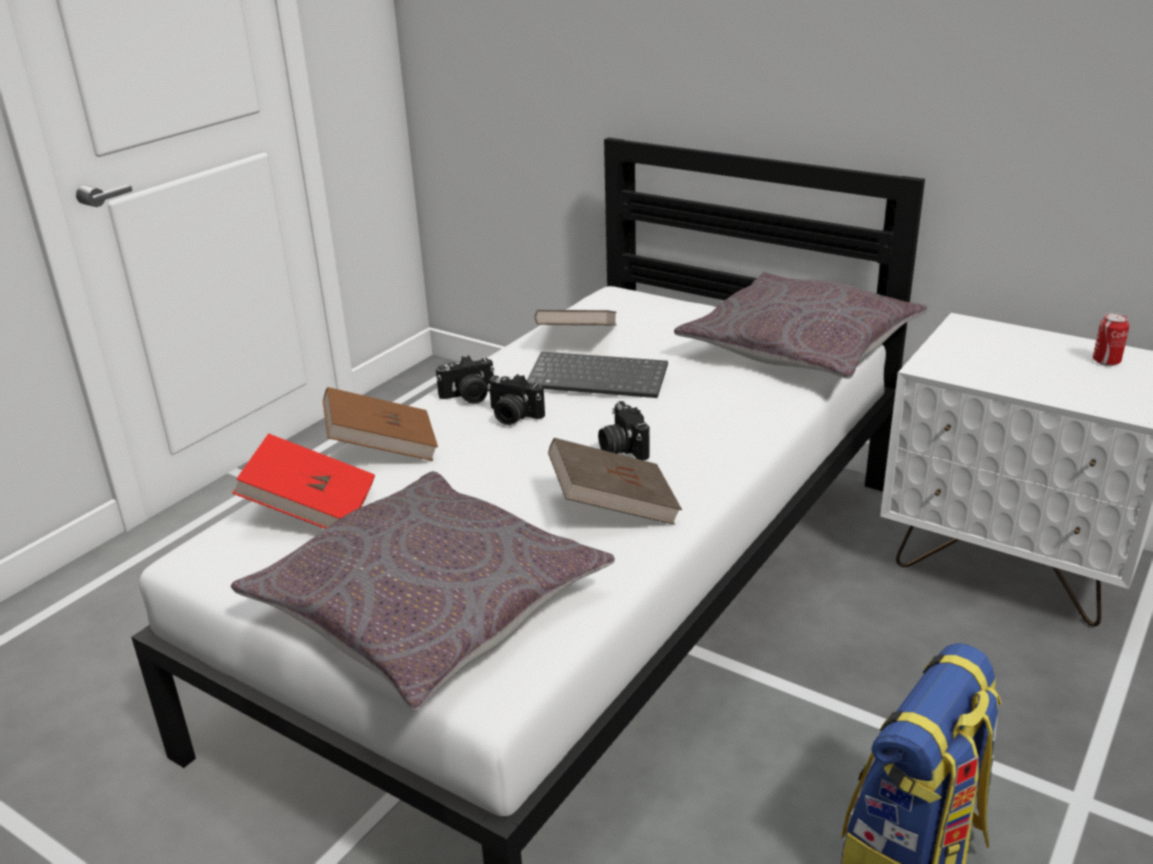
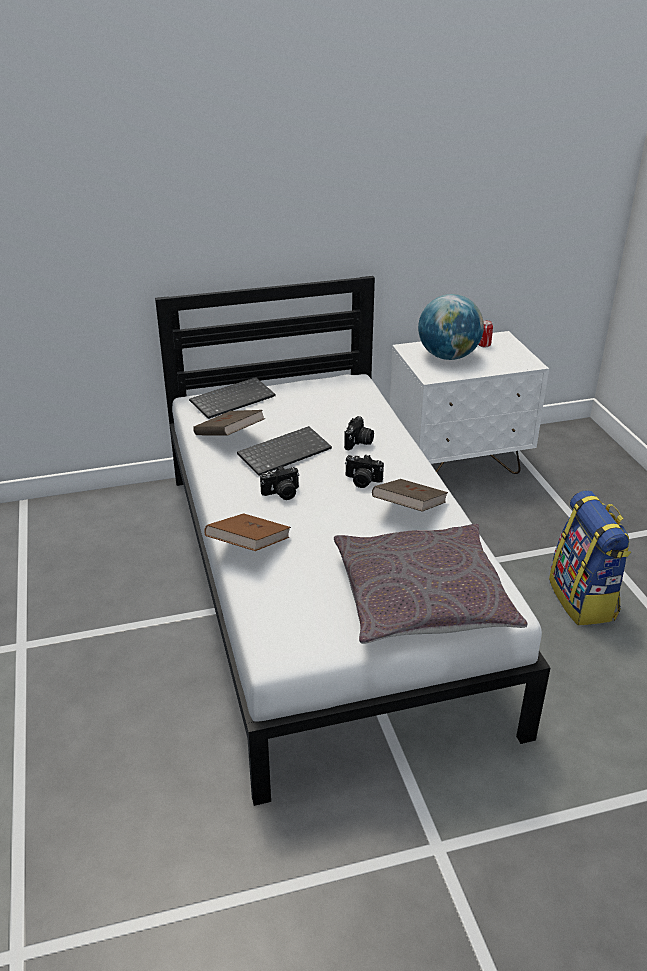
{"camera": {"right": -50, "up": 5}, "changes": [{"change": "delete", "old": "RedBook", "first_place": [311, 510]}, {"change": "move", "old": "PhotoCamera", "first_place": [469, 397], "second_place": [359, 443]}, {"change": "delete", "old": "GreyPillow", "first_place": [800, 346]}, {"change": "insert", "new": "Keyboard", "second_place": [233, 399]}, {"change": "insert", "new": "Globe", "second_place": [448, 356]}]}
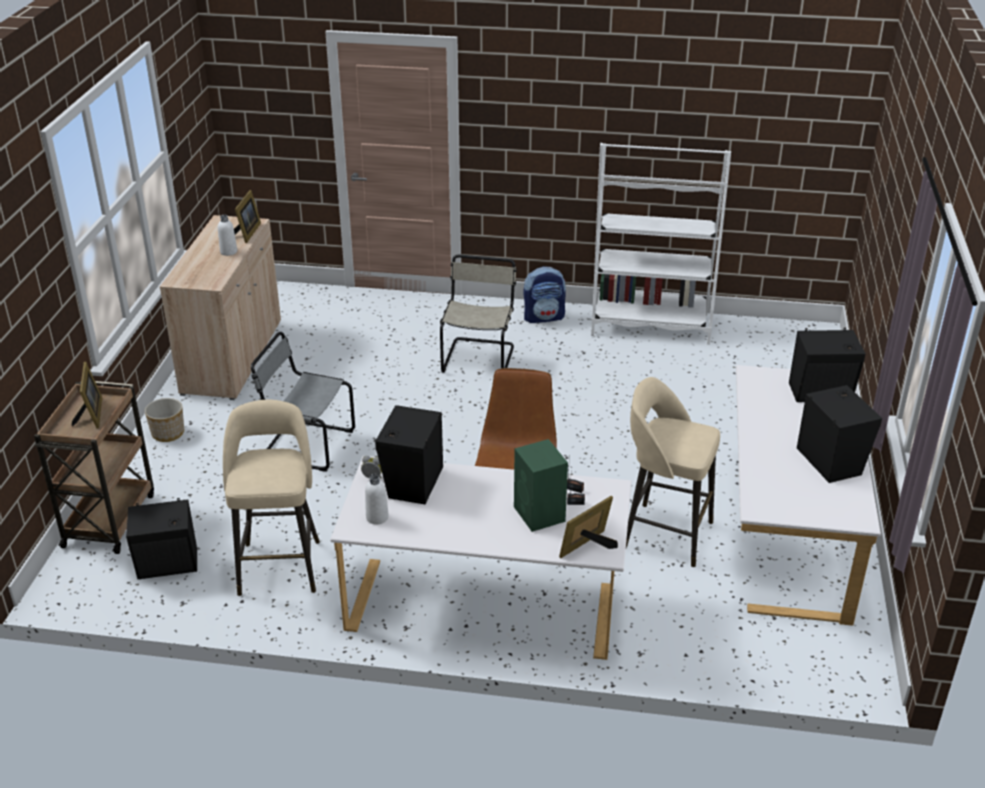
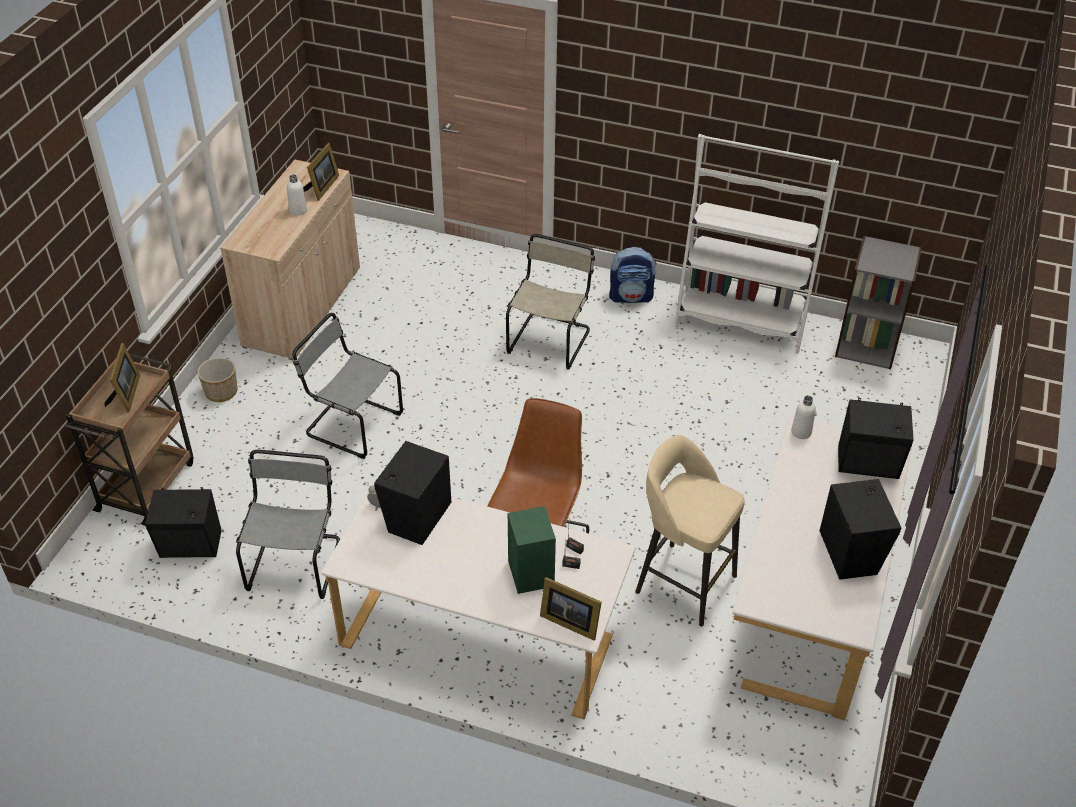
{"camera": {"right": 10, "up": 10}, "changes": [{"change": "replace", "old": "BeigeStool", "new": "GreyChair", "first_place": [280, 565], "second_place": [295, 562]}, {"change": "move", "old": "WhiteBottle", "first_place": [377, 517], "second_place": [801, 432]}, {"change": "rotate", "old": "PictureFrame", "first_place": [589, 547], "second_place": [569, 621], "degrees": -120}, {"change": "insert", "new": "GreyBookcase", "second_place": [867, 345]}]}
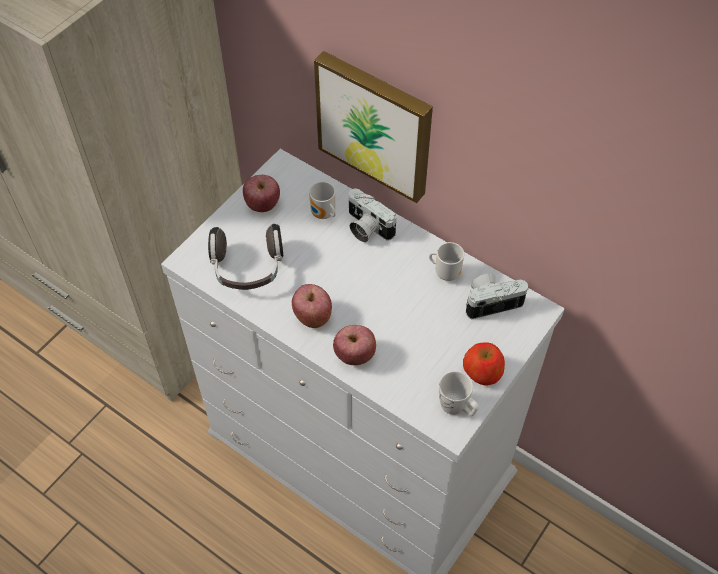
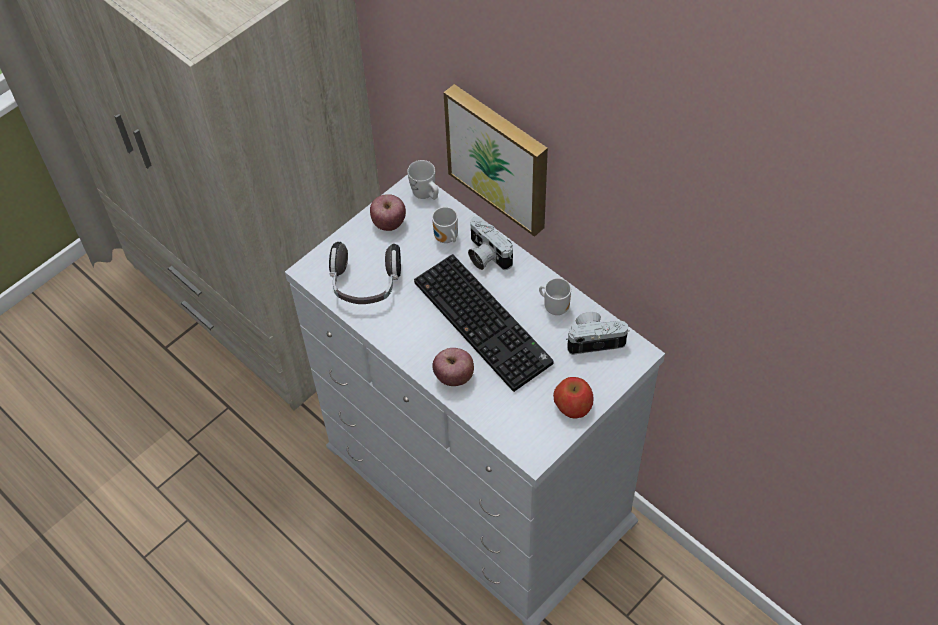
{"camera": {"right": 10, "up": 0}, "changes": [{"change": "delete", "old": "Apple", "first_place": [312, 316]}, {"change": "move", "old": "WhiteMug", "first_place": [457, 407], "second_place": [426, 194]}, {"change": "insert", "new": "Keyboard", "second_place": [485, 322]}]}
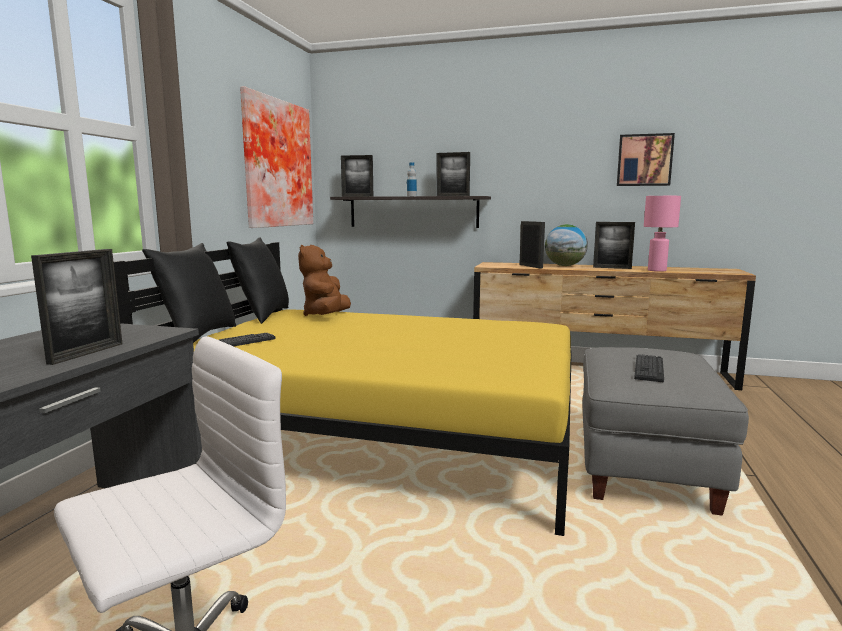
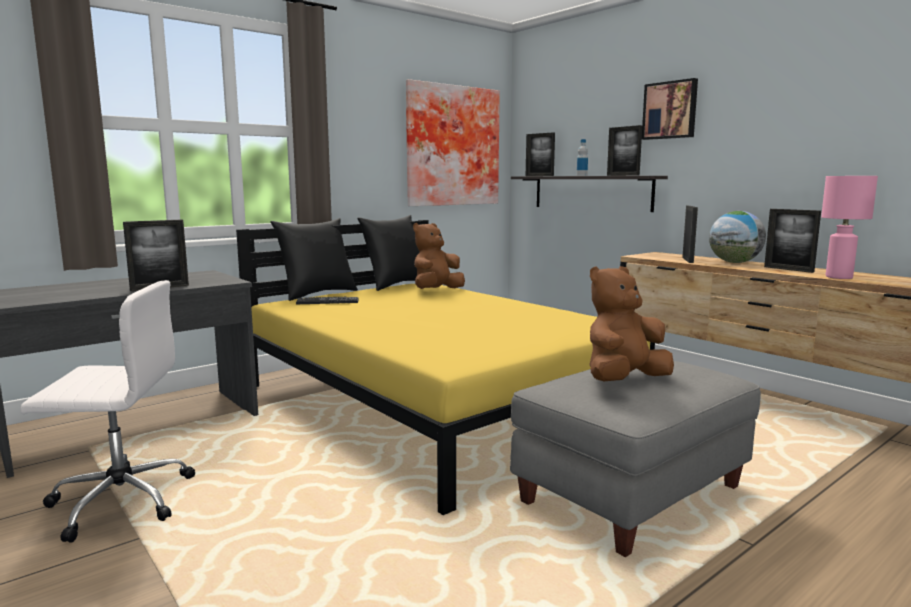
{"camera": {"right": 35, "up": 0}, "changes": [{"change": "move", "old": "Picture", "first_place": [644, 160], "second_place": [670, 110]}, {"change": "replace", "old": "Keyboard", "new": "BrownPlushToy", "first_place": [649, 369], "second_place": [624, 381]}]}
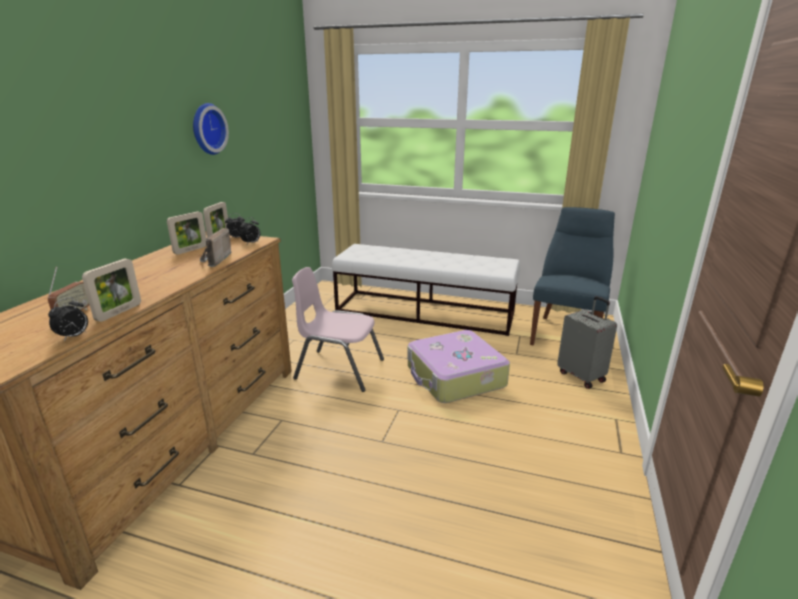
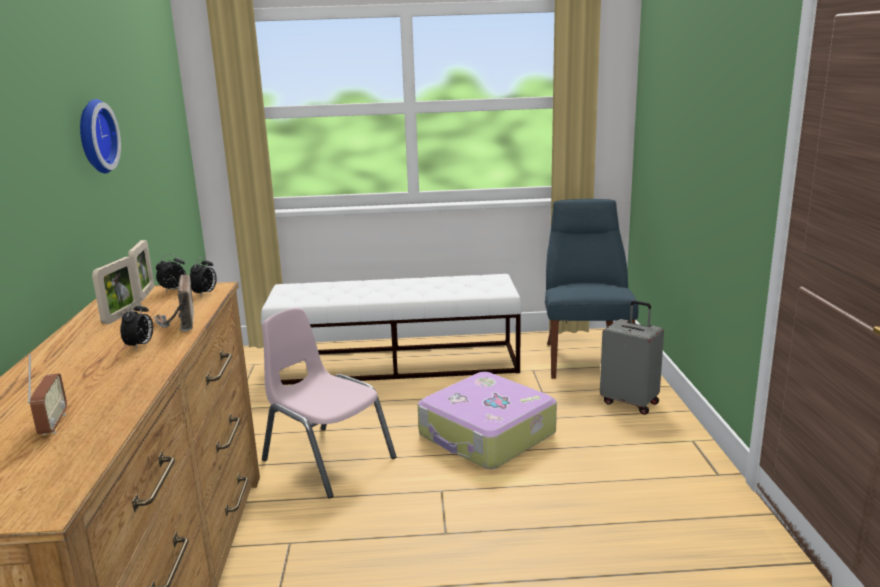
{"camera": {"right": -20, "up": -5}, "changes": [{"change": "move", "old": "AlarmClock", "first_place": [74, 336], "second_place": [140, 346]}, {"change": "delete", "old": "PictureFrame", "first_place": [119, 312]}, {"change": "rotate", "old": "PinkChair", "first_place": [339, 369], "second_place": [327, 459], "degrees": 45}]}
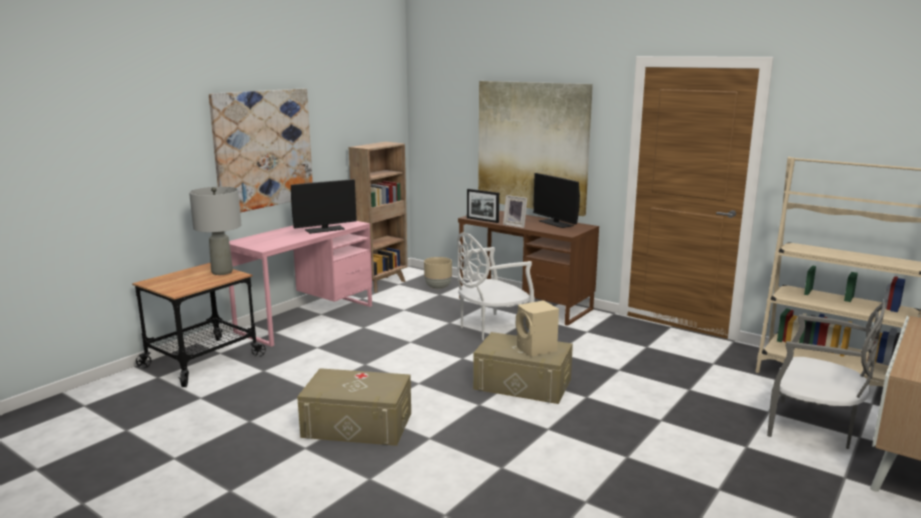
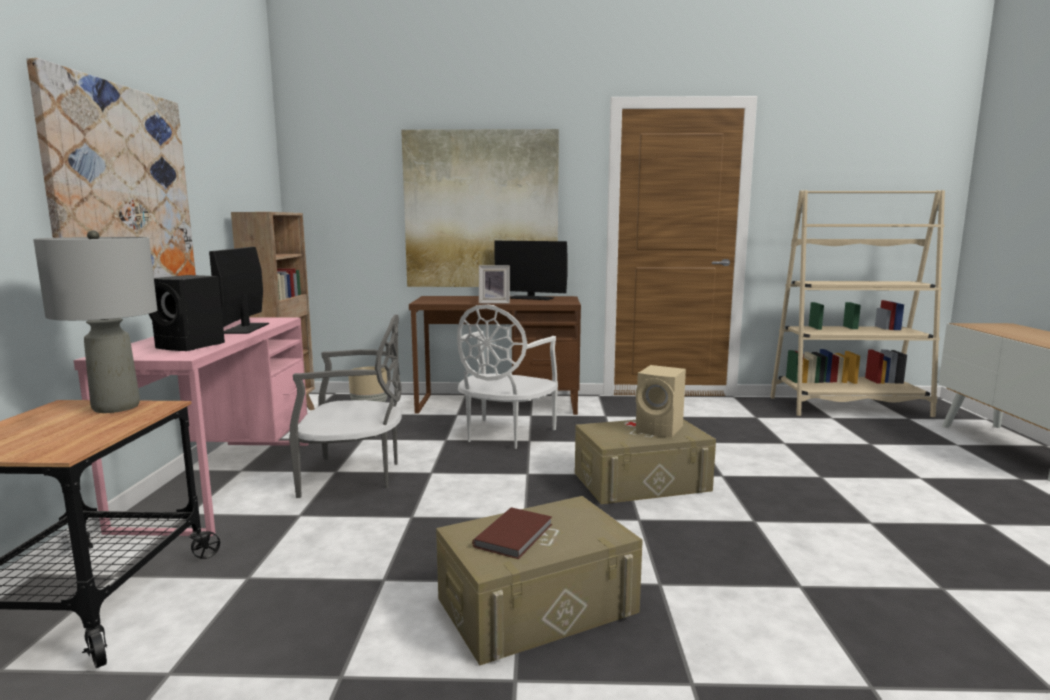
{"camera": {"right": -35, "up": -5}, "changes": [{"change": "rotate", "old": "Monitor", "first_place": [325, 229], "second_place": [245, 328], "degrees": 150}, {"change": "delete", "old": "PictureFrame", "first_place": [482, 220]}, {"change": "move", "old": "GreyChair", "first_place": [813, 427], "second_place": [354, 476]}, {"change": "insert", "new": "BlackSpeaker", "second_place": [191, 346]}, {"change": "insert", "new": "BrownBook", "second_place": [516, 535]}]}
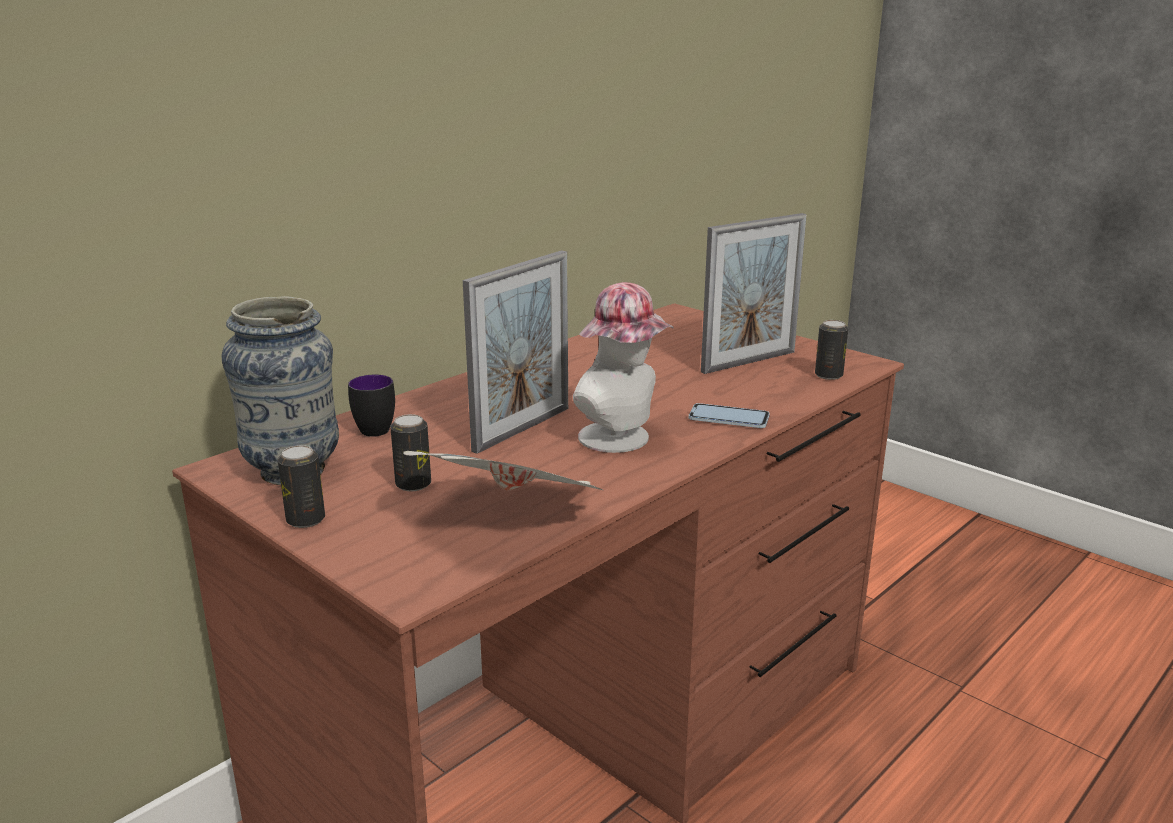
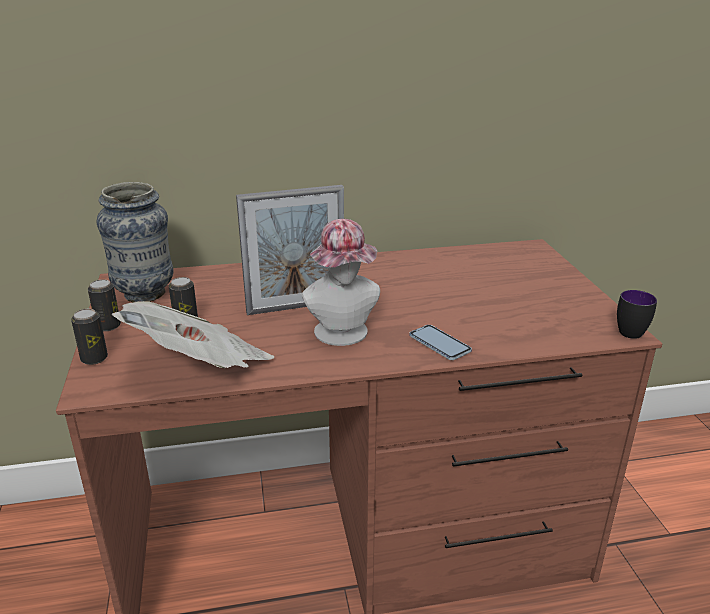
{"camera": {"right": 35, "up": 5}, "changes": [{"change": "move", "old": "Mug", "first_place": [371, 428], "second_place": [627, 330]}, {"change": "delete", "old": "PictureFrame", "first_place": [748, 362]}, {"change": "move", "old": "Can", "first_place": [828, 375], "second_place": [94, 358]}]}
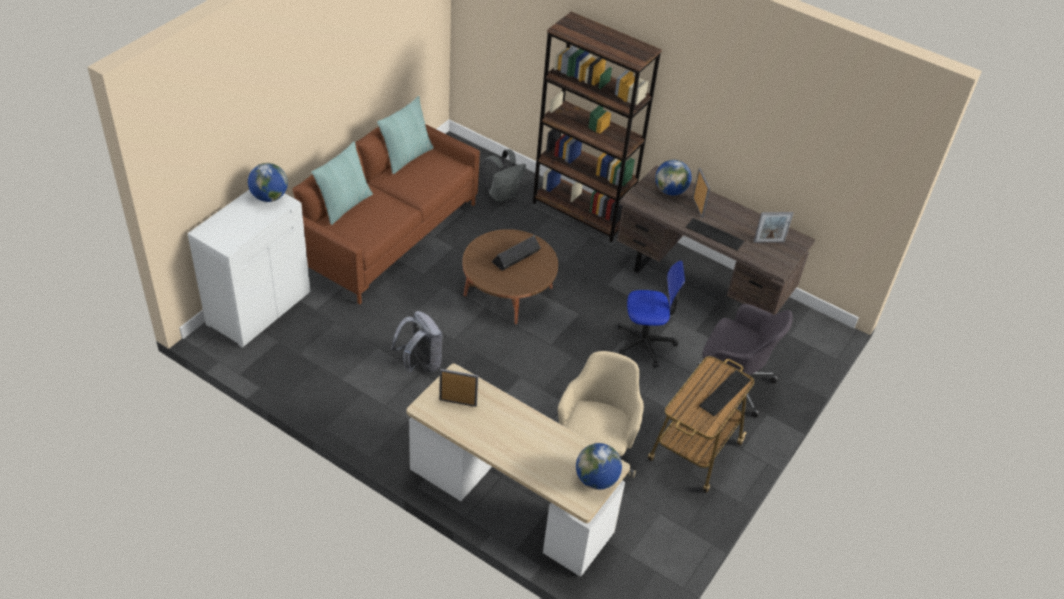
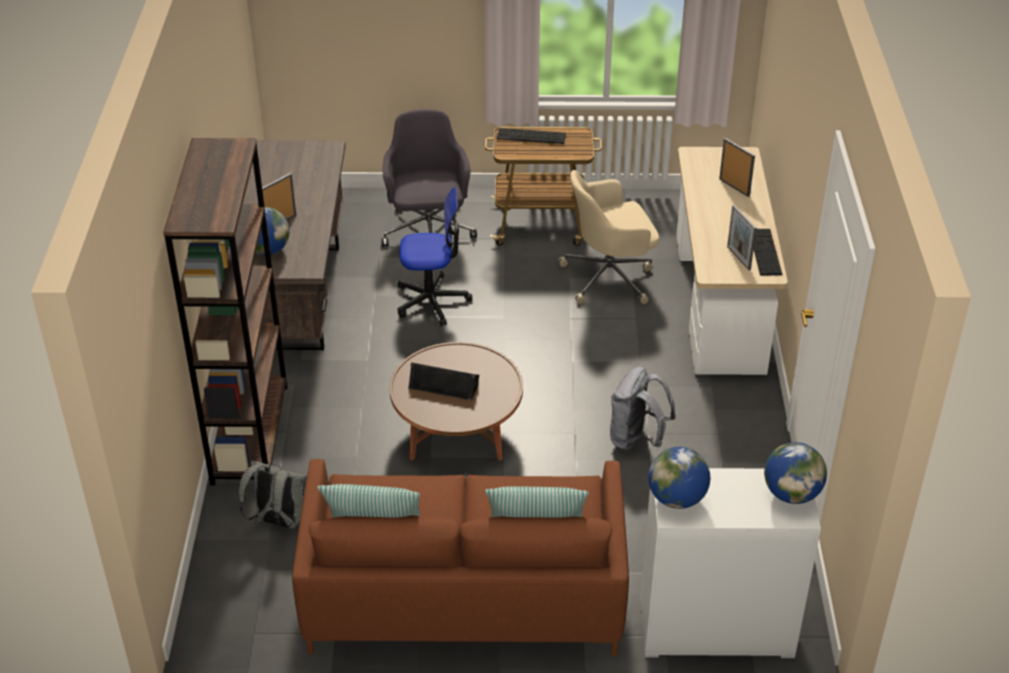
{"camera": {"right": -120, "up": -5}, "changes": [{"change": "move", "old": "Globe", "first_place": [596, 479], "second_place": [791, 494]}, {"change": "rotate", "old": "OfficeChair", "first_place": [644, 343], "second_place": [431, 301], "degrees": 120}, {"change": "move", "old": "Keyboard", "first_place": [714, 234], "second_place": [765, 252]}, {"change": "move", "old": "PictureFrame", "first_place": [769, 242], "second_place": [734, 187]}]}
